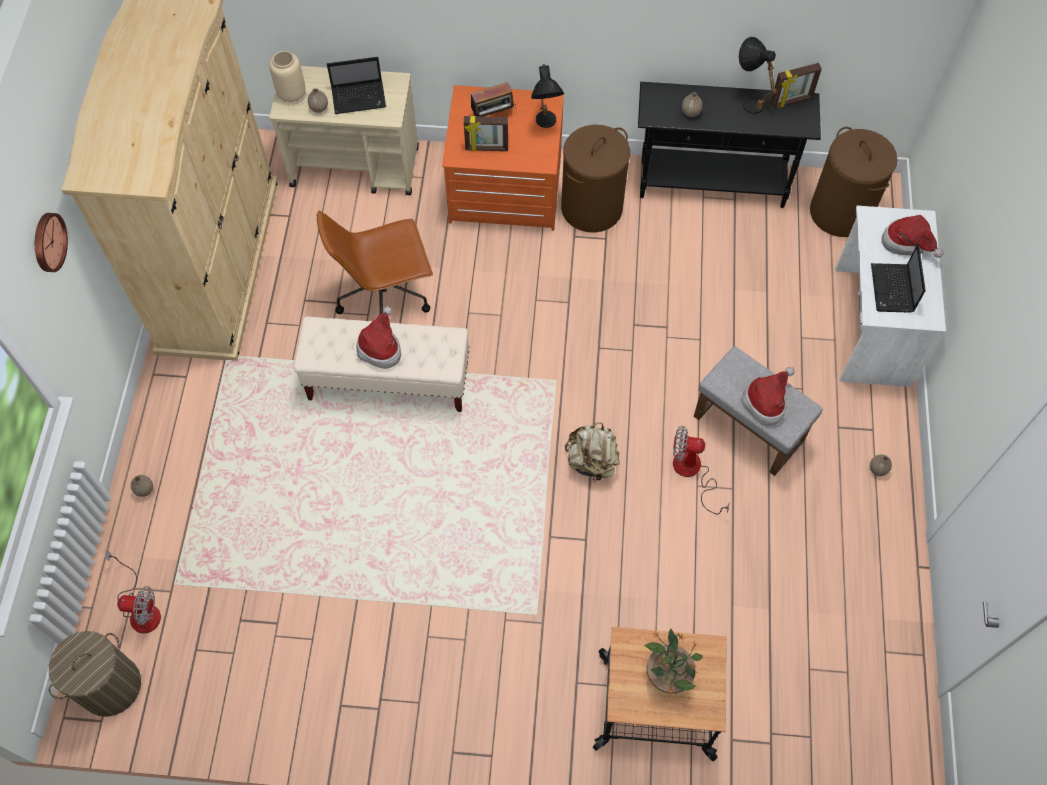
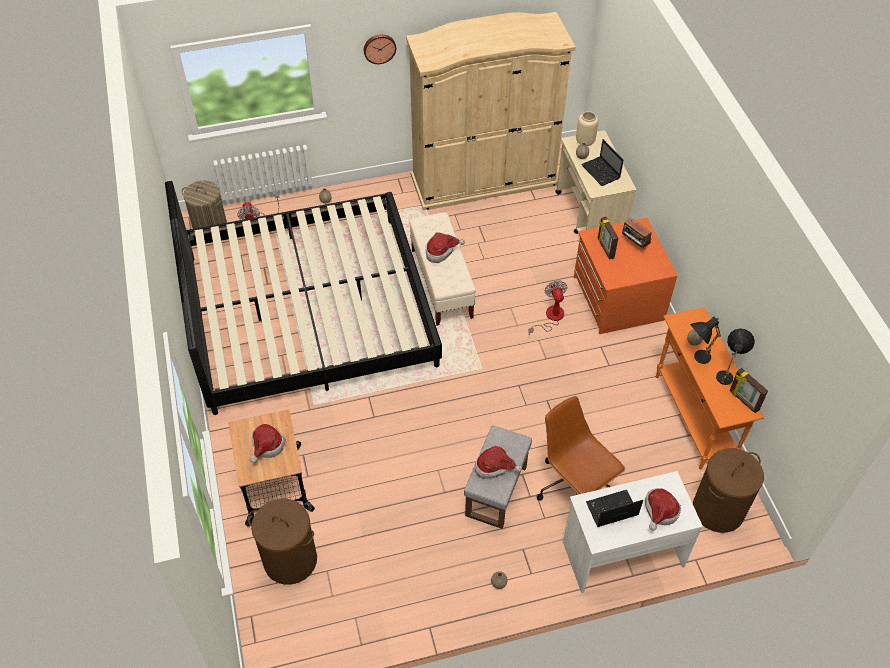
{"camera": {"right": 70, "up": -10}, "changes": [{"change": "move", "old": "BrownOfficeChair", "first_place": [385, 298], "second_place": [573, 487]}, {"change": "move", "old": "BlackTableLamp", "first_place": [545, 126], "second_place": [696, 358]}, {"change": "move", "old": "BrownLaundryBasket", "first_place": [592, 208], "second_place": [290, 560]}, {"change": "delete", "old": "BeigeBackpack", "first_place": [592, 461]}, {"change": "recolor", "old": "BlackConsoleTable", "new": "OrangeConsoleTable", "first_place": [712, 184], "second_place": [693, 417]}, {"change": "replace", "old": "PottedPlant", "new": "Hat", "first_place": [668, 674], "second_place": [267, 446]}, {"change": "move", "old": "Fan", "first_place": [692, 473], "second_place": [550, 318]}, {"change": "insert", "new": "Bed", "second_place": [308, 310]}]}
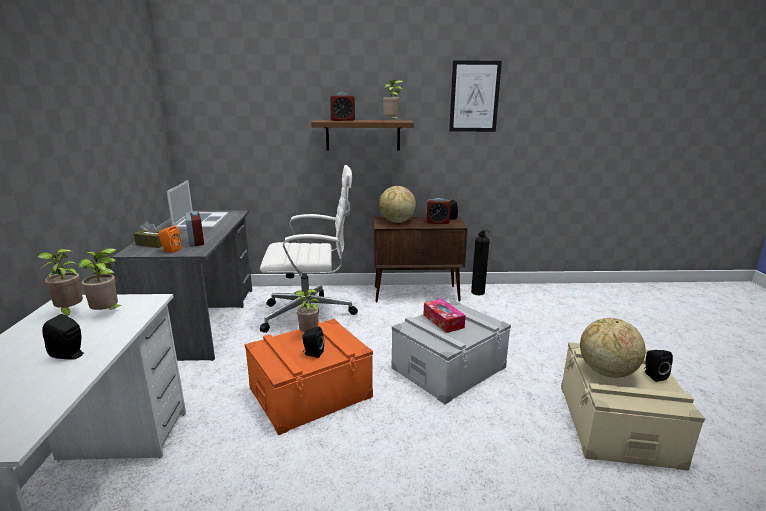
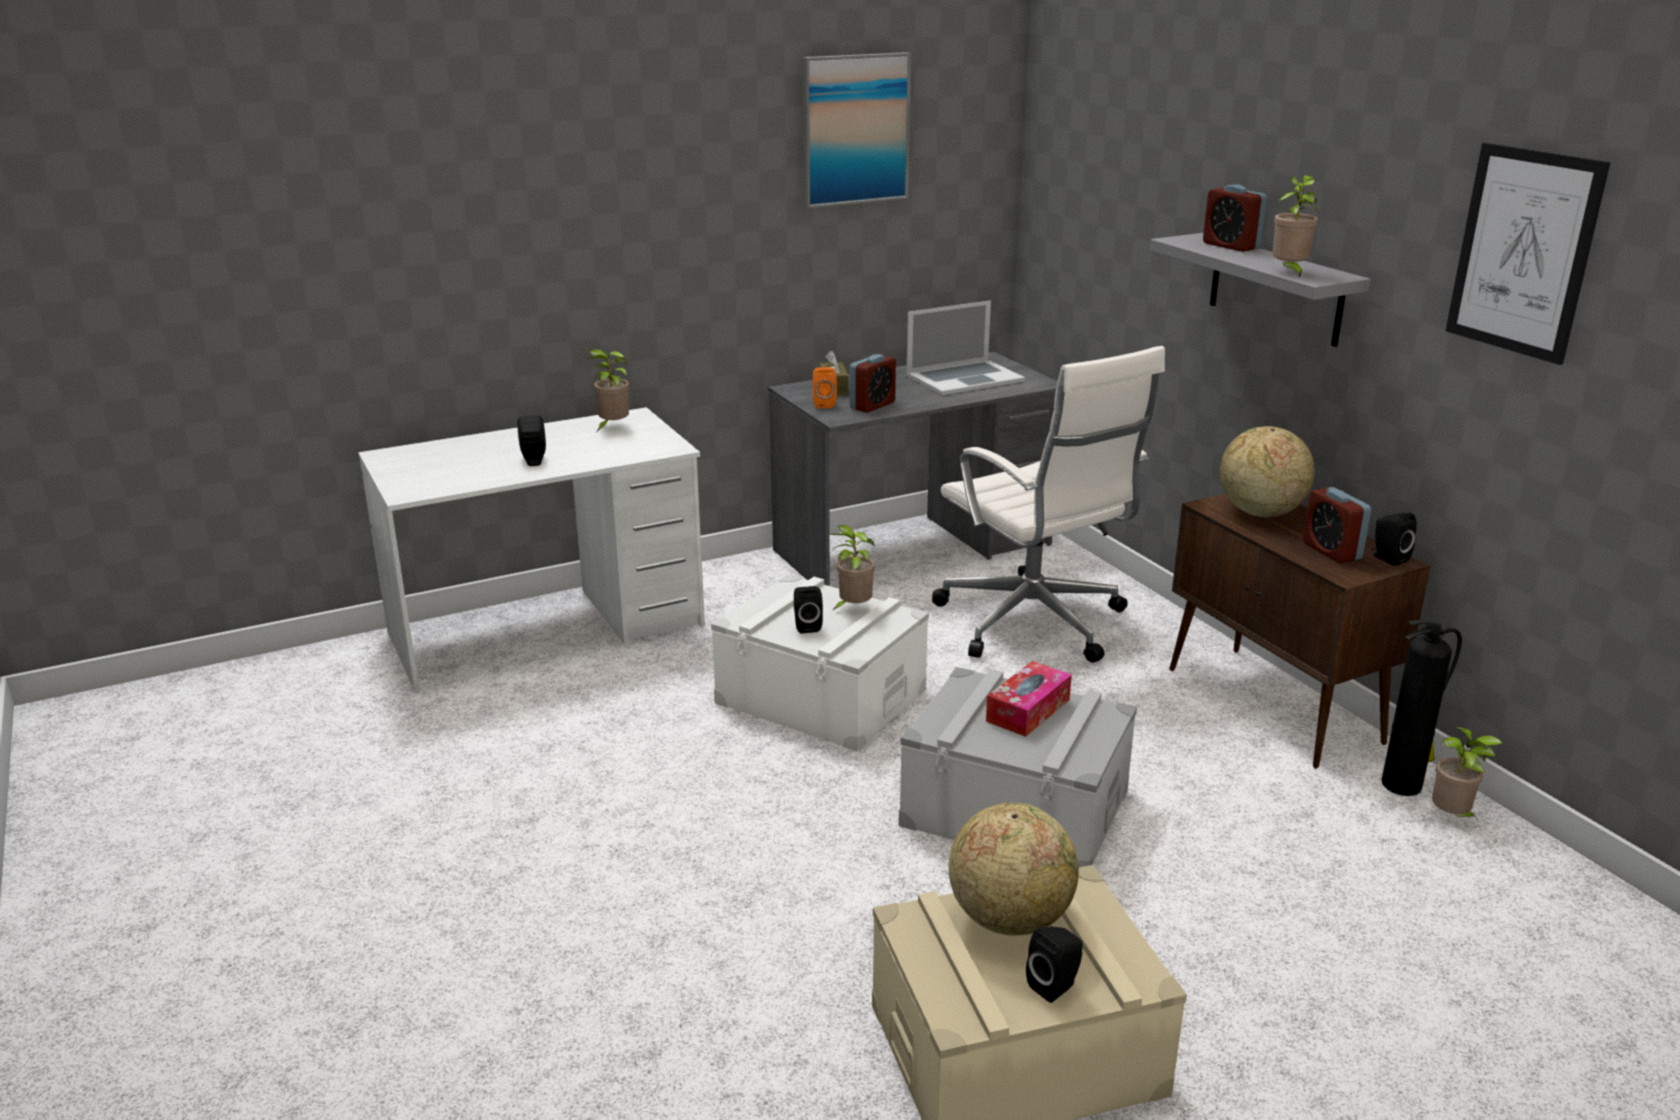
{"camera": {"right": 65, "up": 5}, "changes": [{"change": "move", "old": "PottedPlant", "first_place": [108, 313], "second_place": [1452, 817]}, {"change": "recolor", "old": "OrangeStorageBox", "new": "WhiteStorageBox", "first_place": [310, 392], "second_place": [821, 696]}, {"change": "recolor", "old": "BrownShelf", "new": "GreyShelf", "first_place": [363, 135], "second_place": [1275, 289]}, {"change": "insert", "new": "Picture", "second_place": [854, 129]}]}
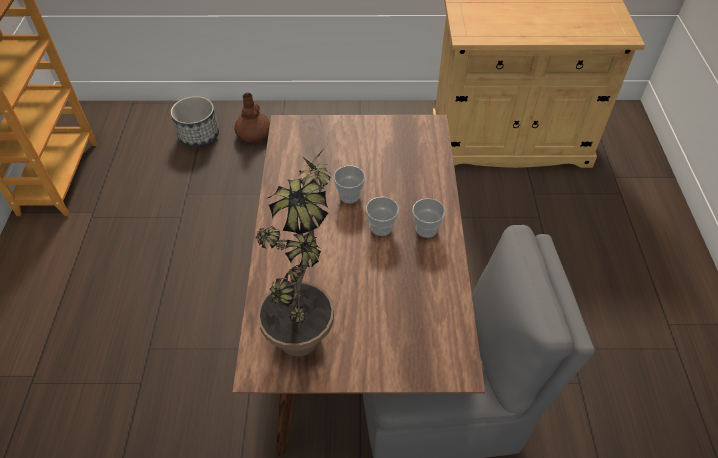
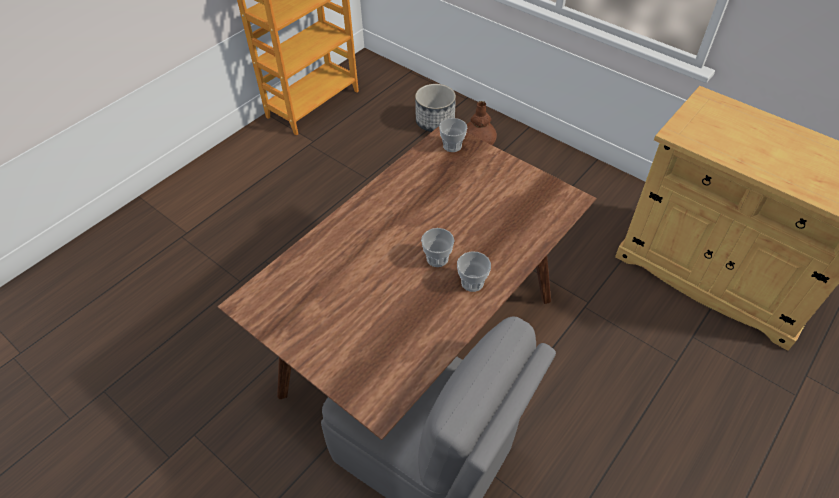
{"camera": {"right": 40, "up": 0}, "changes": [{"change": "delete", "old": "PottedPlant", "first_place": [305, 323]}, {"change": "move", "old": "Cup", "first_place": [349, 195], "second_place": [452, 146]}]}
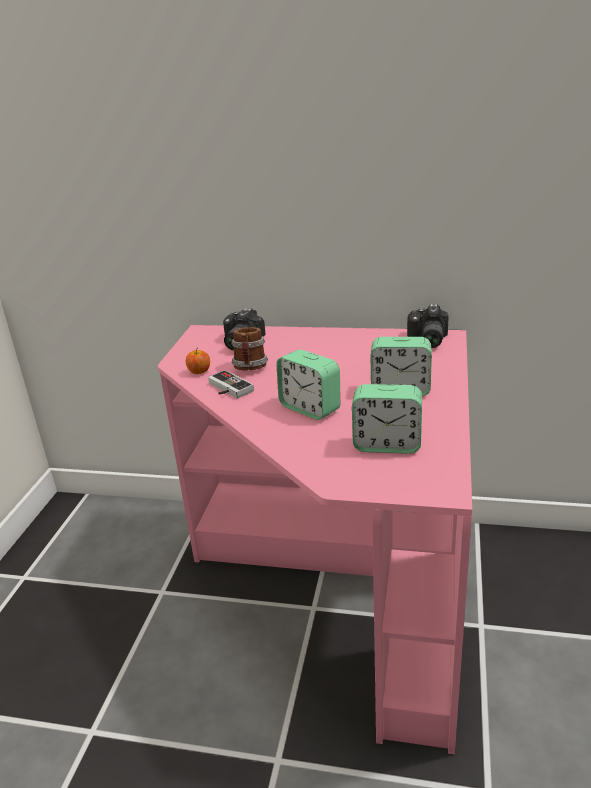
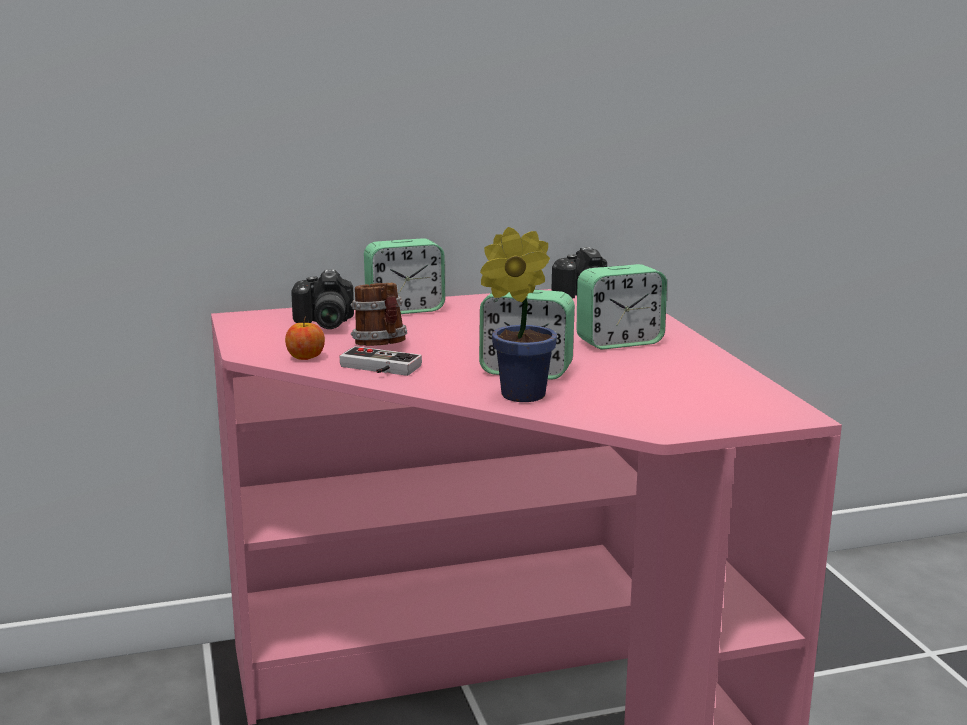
{"camera": {"right": -30, "up": -10}, "changes": [{"change": "move", "old": "AlarmClock", "first_place": [387, 444], "second_place": [405, 309]}, {"change": "insert", "new": "PottedPlant", "second_place": [516, 395]}]}
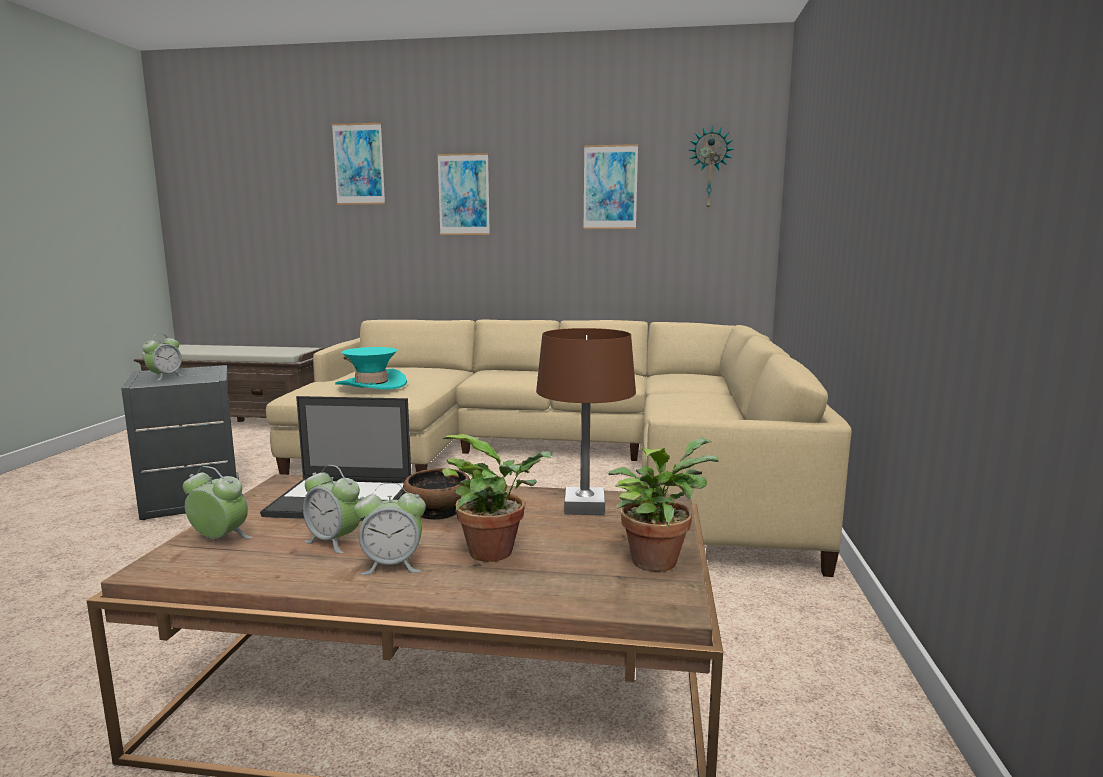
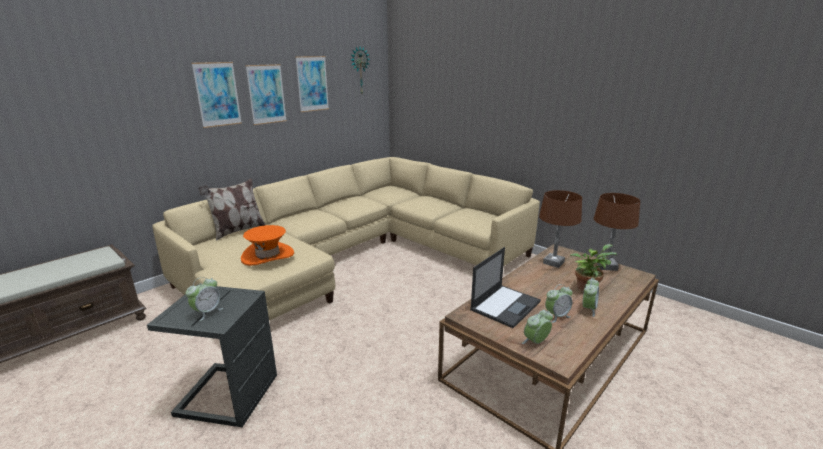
{"camera": {"right": -55, "up": 10}, "changes": [{"change": "rotate", "old": "AlarmClock", "first_place": [165, 377], "second_place": [207, 312], "degrees": 60}, {"change": "move", "old": "Picture", "first_place": [359, 164], "second_place": [266, 94]}, {"change": "recolor", "old": "TurquoiseHat", "new": "OrangeHat", "first_place": [371, 384], "second_place": [267, 256]}, {"change": "delete", "old": "Bowl", "first_place": [439, 511]}, {"change": "replace", "old": "PottedPlant", "new": "BrownTableLamp", "first_place": [656, 558], "second_place": [607, 266]}, {"change": "insert", "new": "Pillow", "second_place": [237, 231]}]}
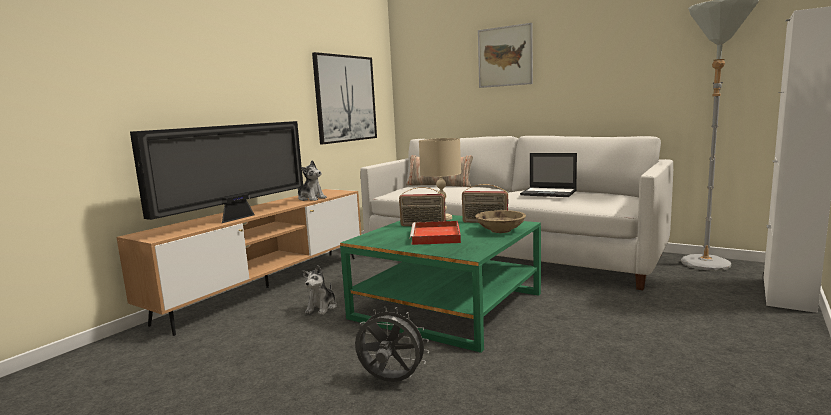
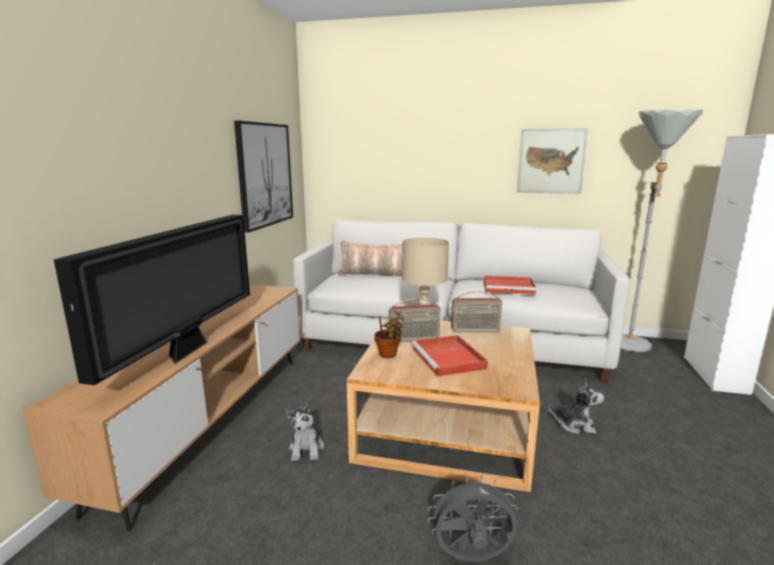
{"camera": {"right": -20, "up": 5}, "changes": [{"change": "move", "old": "PlushToy", "first_place": [311, 198], "second_place": [574, 425]}, {"change": "recolor", "old": "GreenCoffeeTable", "new": "BeigeCoffeeTable", "first_place": [447, 306], "second_place": [446, 426]}, {"change": "delete", "old": "BeigeBowl", "first_place": [500, 230]}, {"change": "move", "old": "Picture", "first_place": [505, 56], "second_place": [551, 161]}, {"change": "replace", "old": "Laptop", "new": "RedTray", "first_place": [549, 193], "second_place": [509, 287]}, {"change": "insert", "new": "PottedPlant", "second_place": [389, 355]}]}
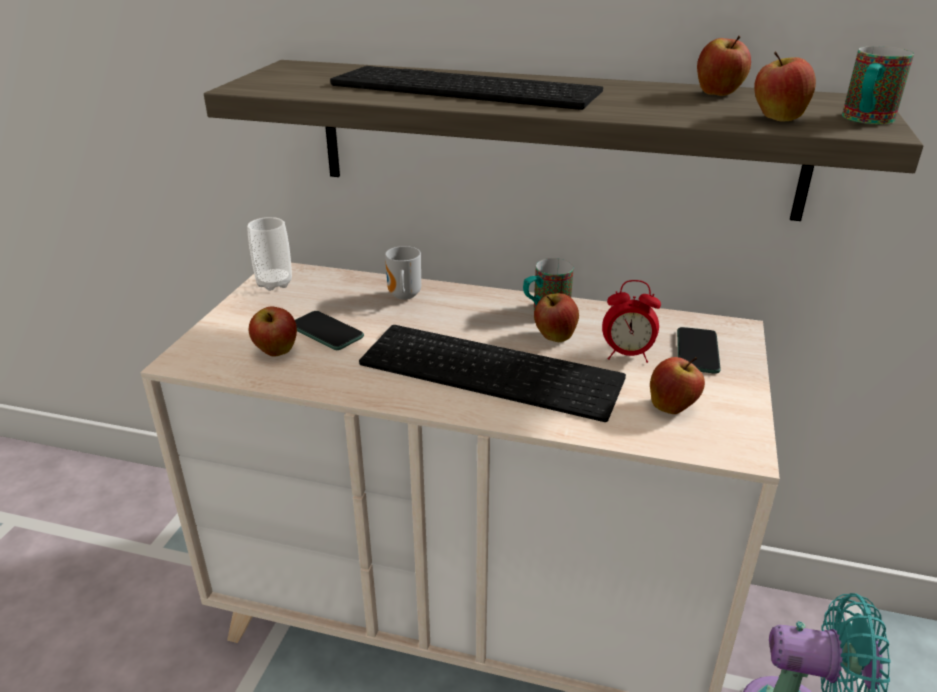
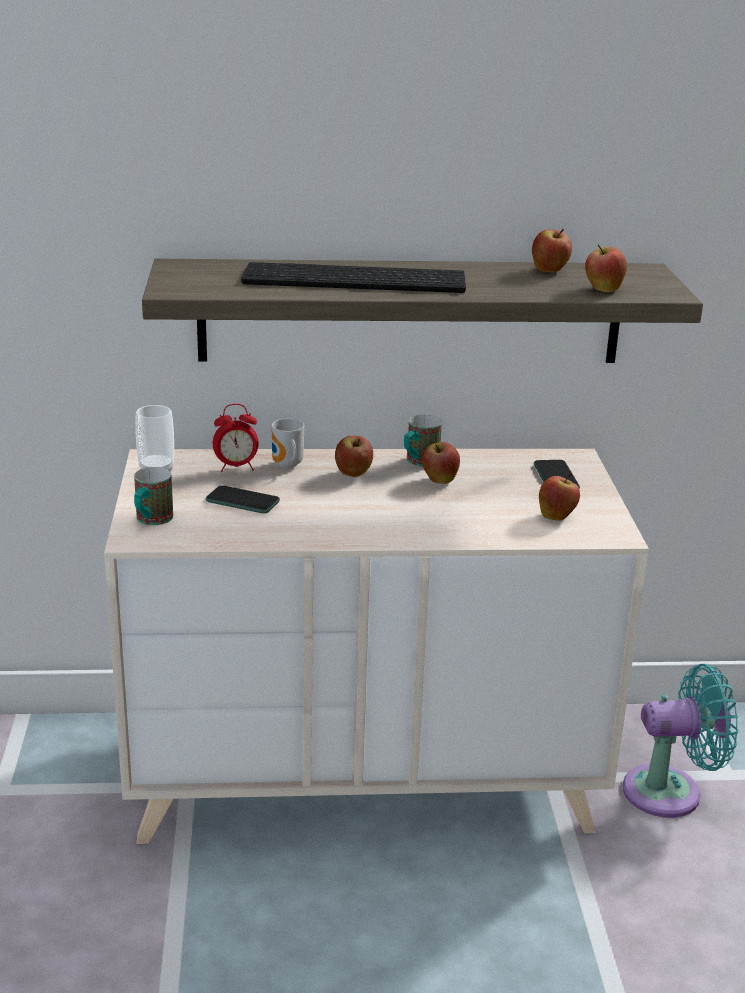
{"camera": {"right": -20, "up": -5}, "changes": [{"change": "move", "old": "Apple", "first_place": [276, 352], "second_place": [353, 474]}, {"change": "delete", "old": "Keyboard", "first_place": [494, 369]}, {"change": "move", "old": "AlarmClock", "first_place": [627, 355], "second_place": [236, 467]}, {"change": "move", "old": "Mug", "first_place": [865, 120], "second_place": [151, 521]}]}
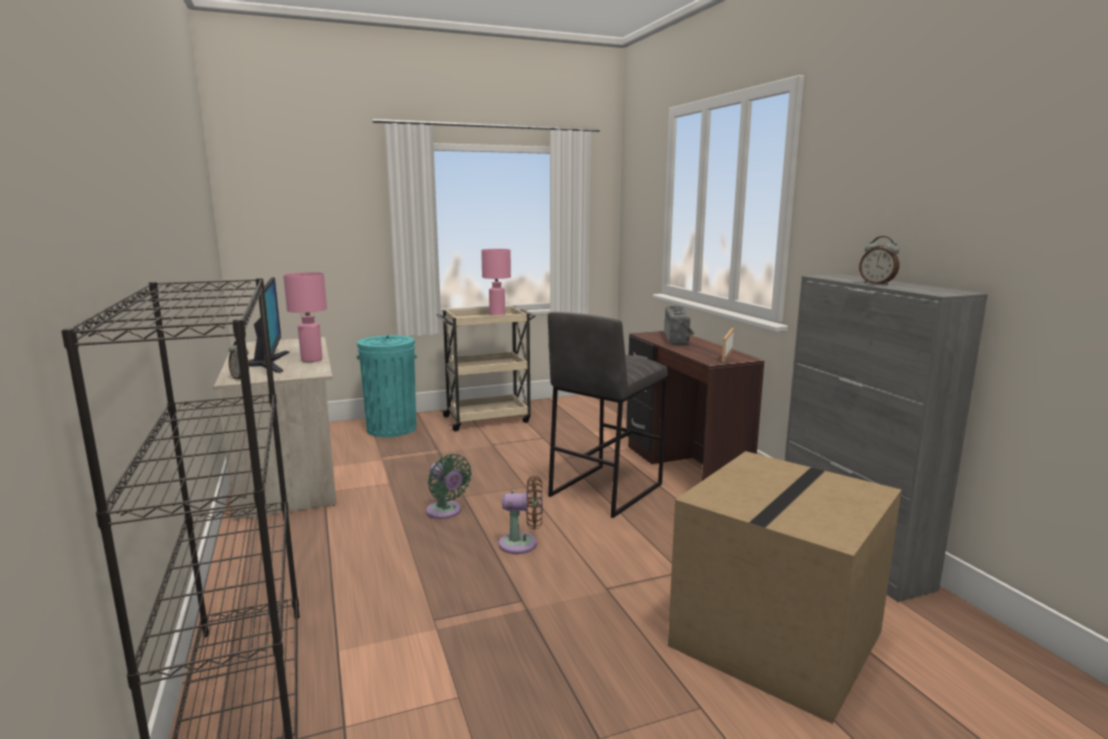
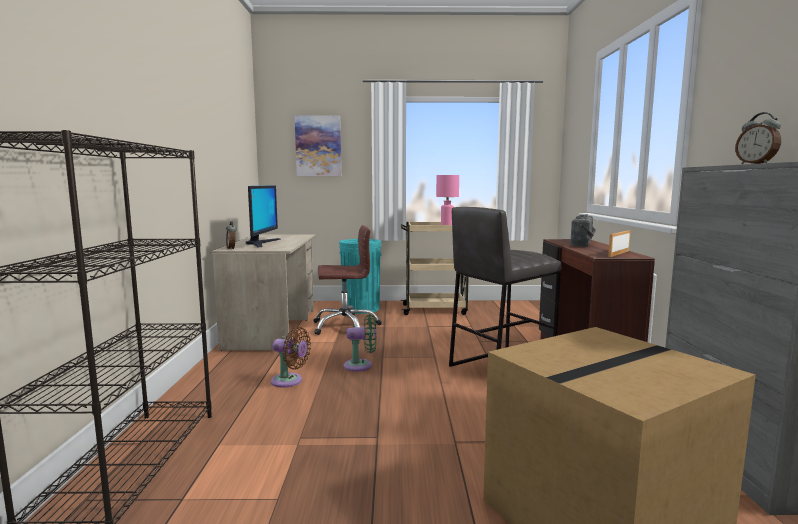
{"camera": {"right": 20, "up": -5}, "changes": [{"change": "delete", "old": "PinkTableLamp", "first_place": [311, 360]}, {"change": "rotate", "old": "GreenFan", "first_place": [445, 512], "second_place": [361, 365], "degrees": -75}, {"change": "move", "old": "BrownFan", "first_place": [522, 544], "second_place": [289, 381]}, {"change": "insert", "new": "Picture", "second_place": [318, 146]}, {"change": "insert", "new": "BrownOfficeChair", "second_place": [345, 326]}]}
